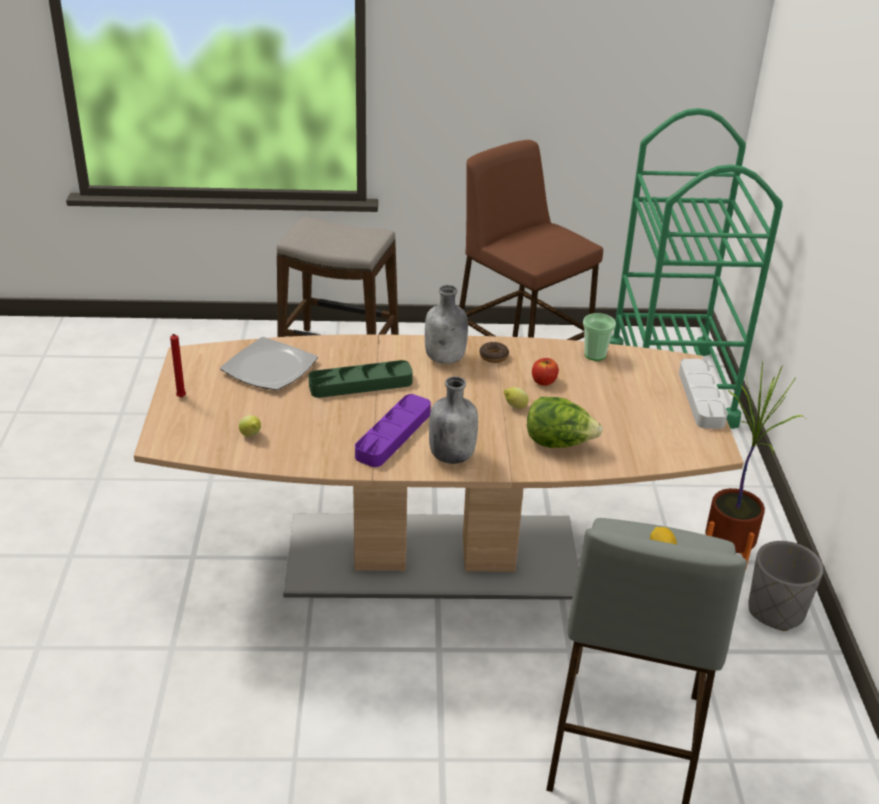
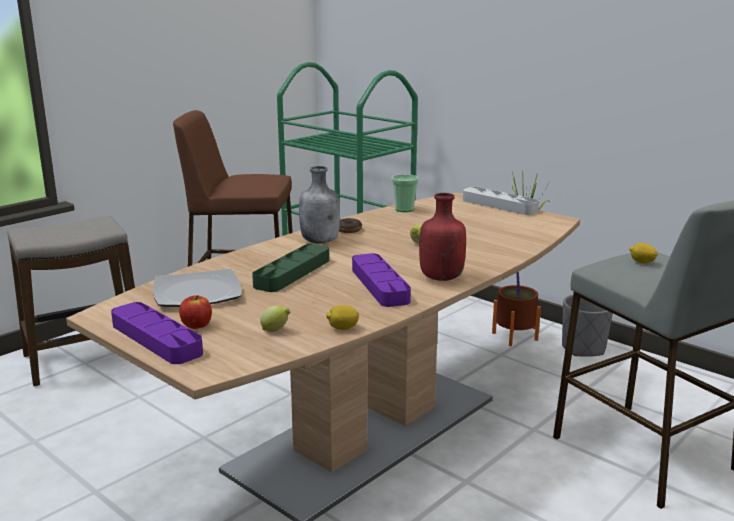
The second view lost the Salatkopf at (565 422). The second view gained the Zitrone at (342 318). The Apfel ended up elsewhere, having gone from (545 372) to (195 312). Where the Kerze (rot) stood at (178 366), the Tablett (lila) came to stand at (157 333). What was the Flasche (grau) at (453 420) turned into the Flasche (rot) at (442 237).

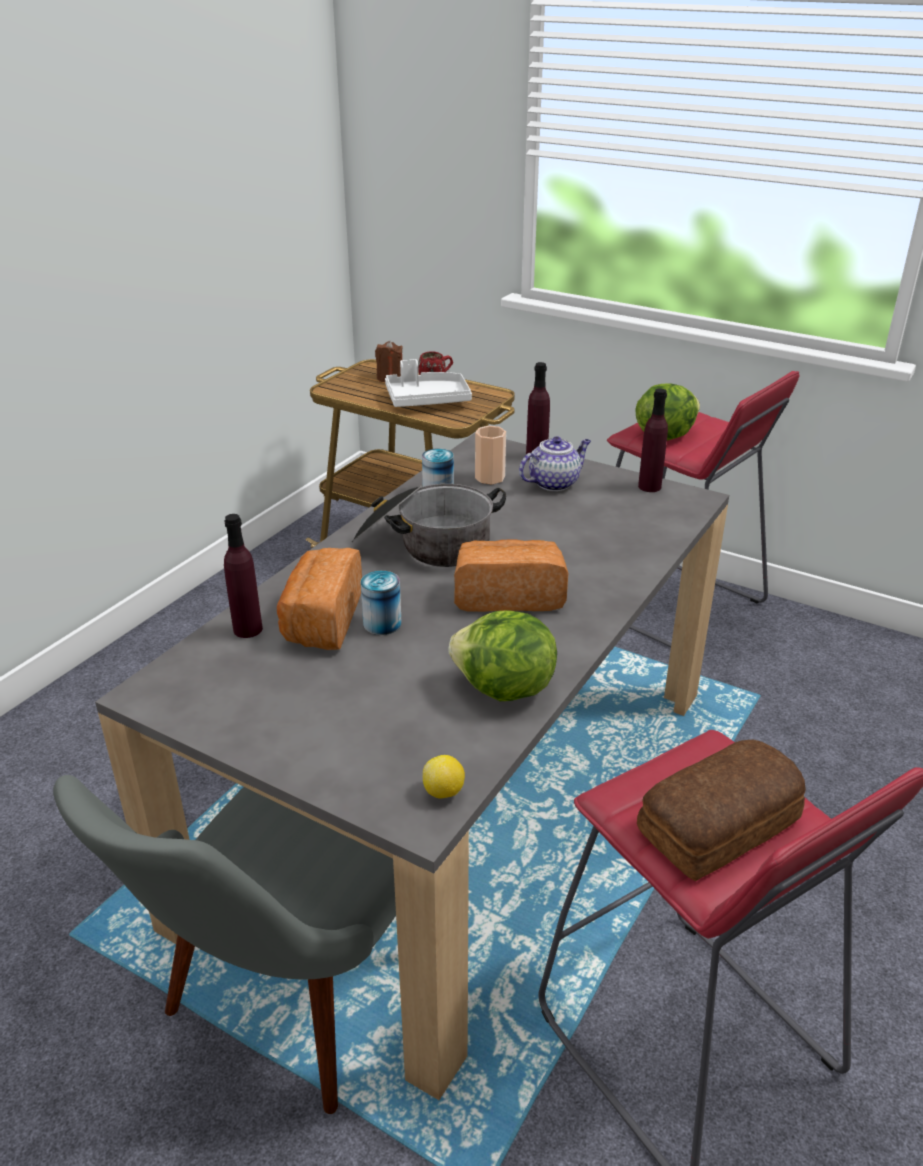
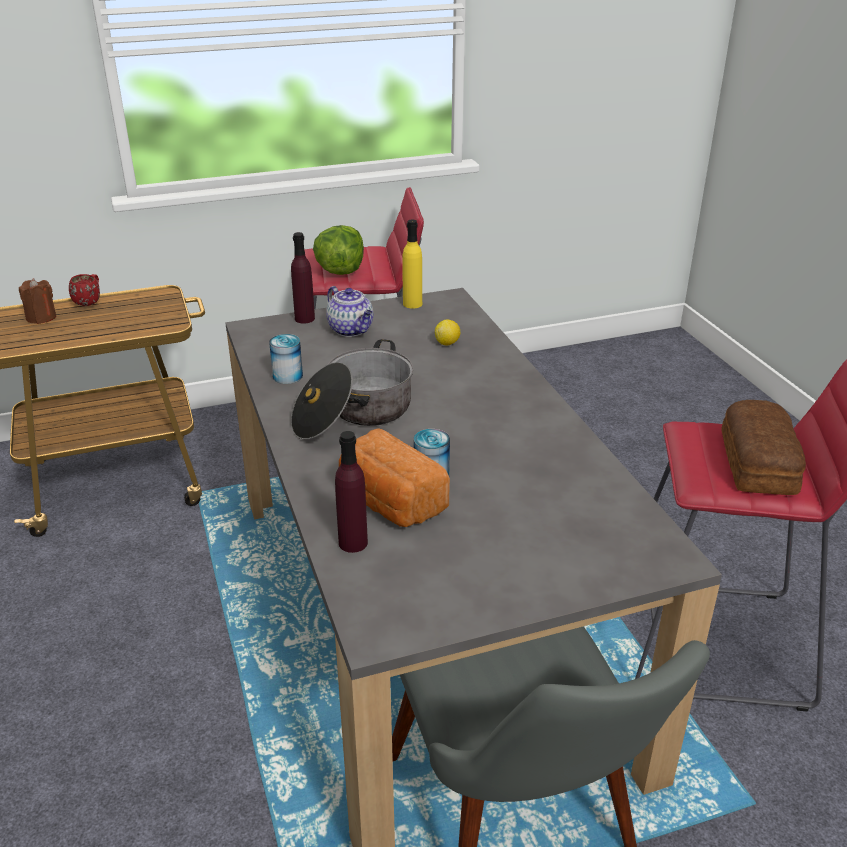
The second view lost the Tablett (weiß) at (428 383). The second view lost the Salatkopf at (502 655). The second view lost the Brot at (511 575). The second view lost the Tasse at (490 455). The Zitrone ended up elsewhere, having gone from (444 776) to (447 332). What was the Flasche (lila) at (653 440) turned into the Flasche (gelb) at (412 264). The Teekanne at (555 463) ended up facing another way, 135 degrees clockwise from before.

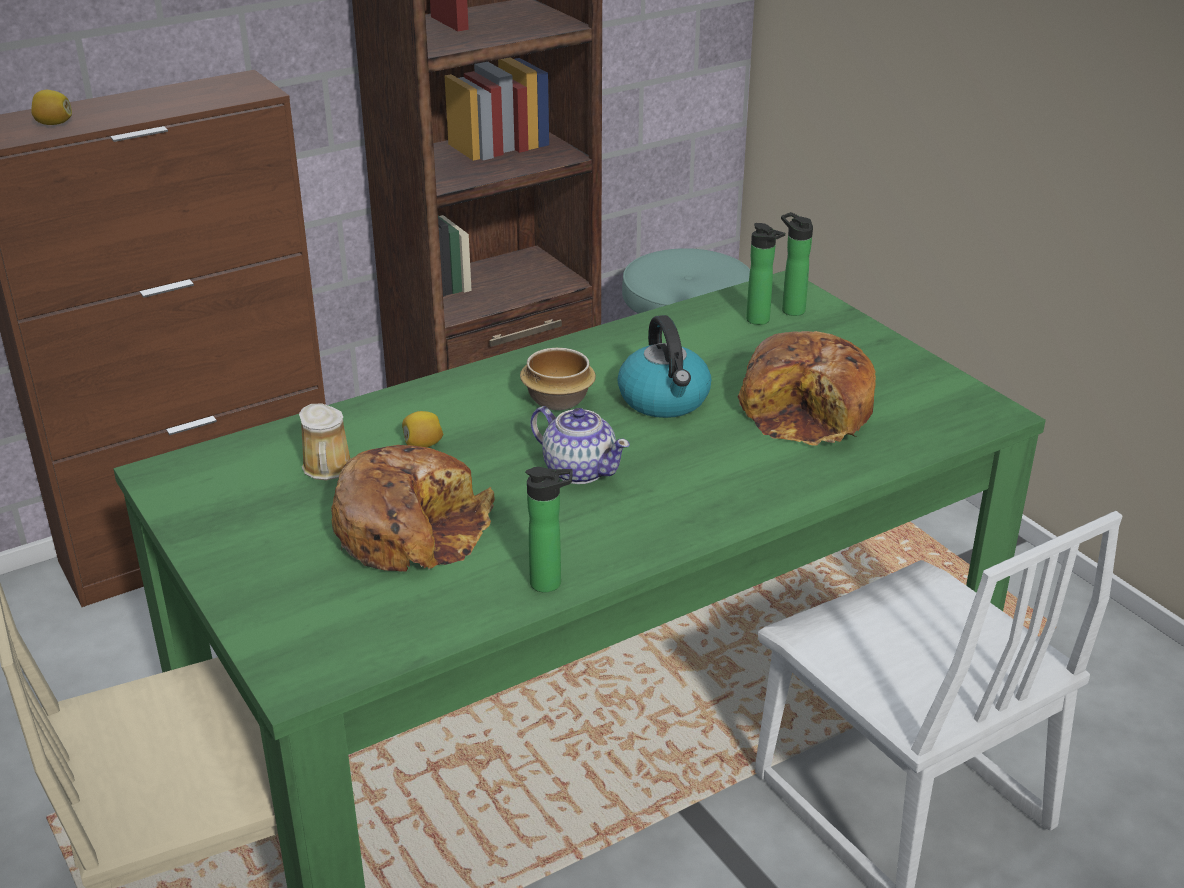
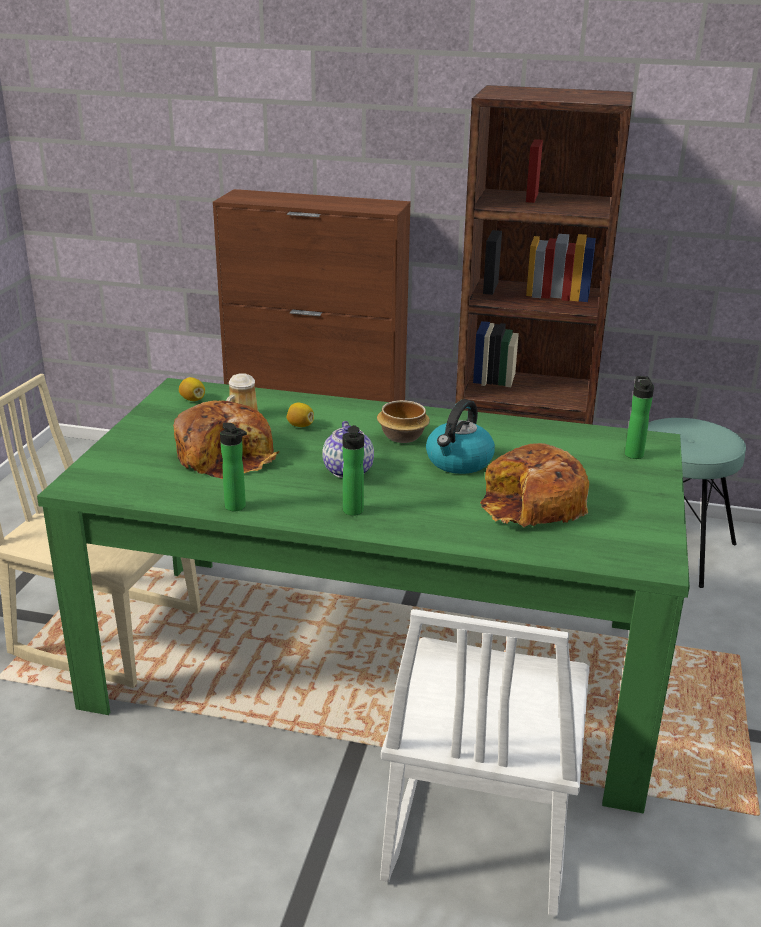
The Zitrone ended up elsewhere, having gone from (51 107) to (192 389). The Flasche ended up elsewhere, having gone from (765 274) to (353 470).

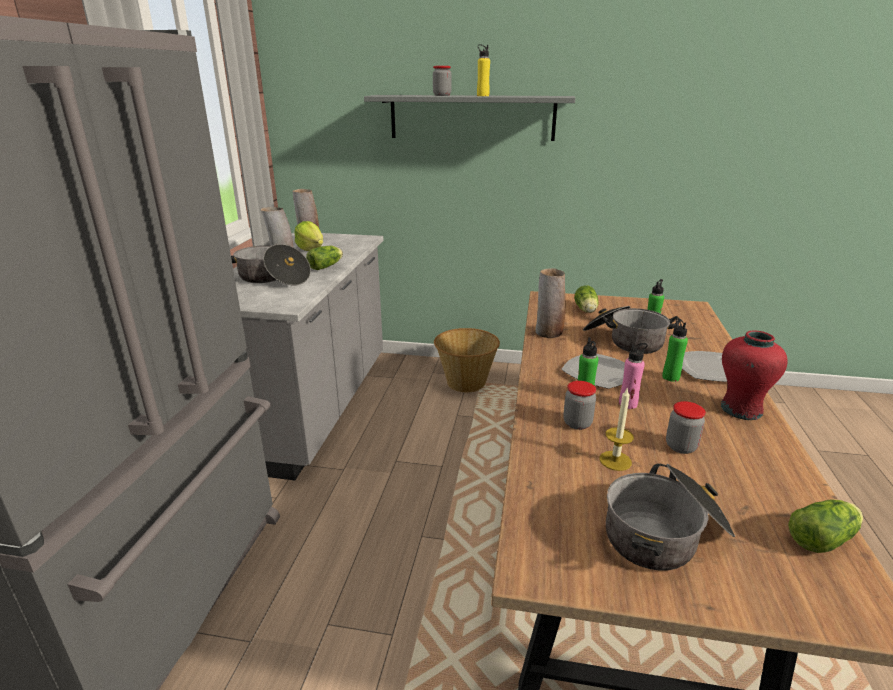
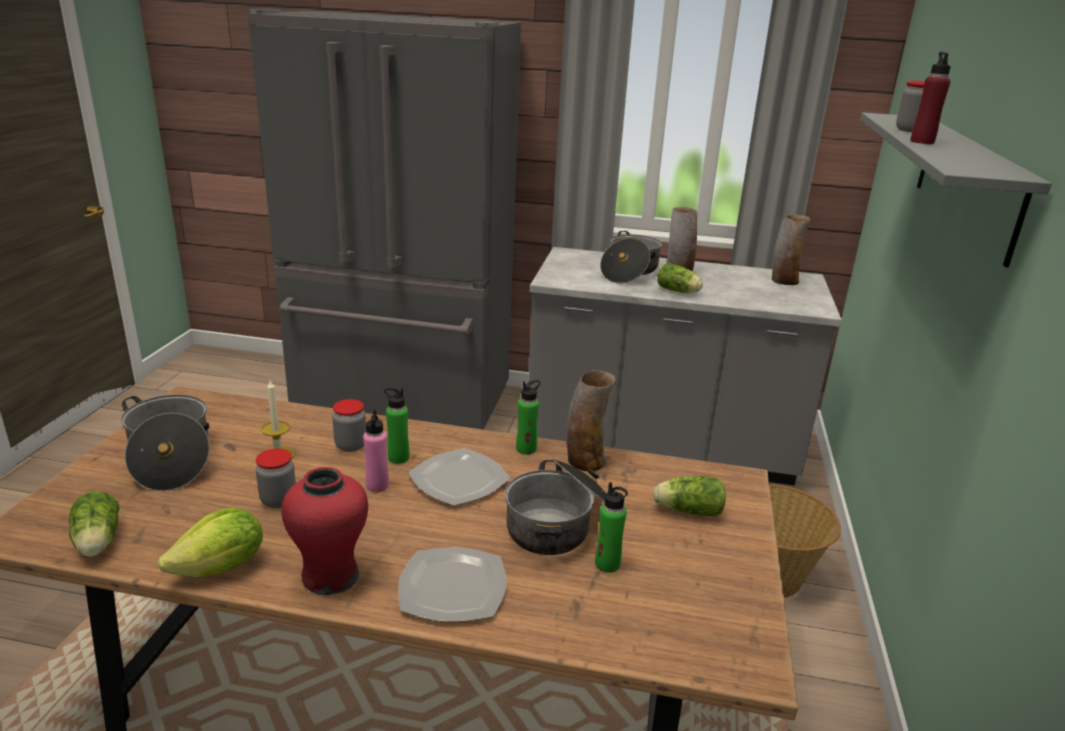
The Salatkopf ended up elsewhere, having gone from (308 236) to (210 542). The Flasche (grün) ended up elsewhere, having gone from (675 350) to (528 417). What was the Flasche (gelb) at (483 70) turned into the Flasche (rot) at (930 98).

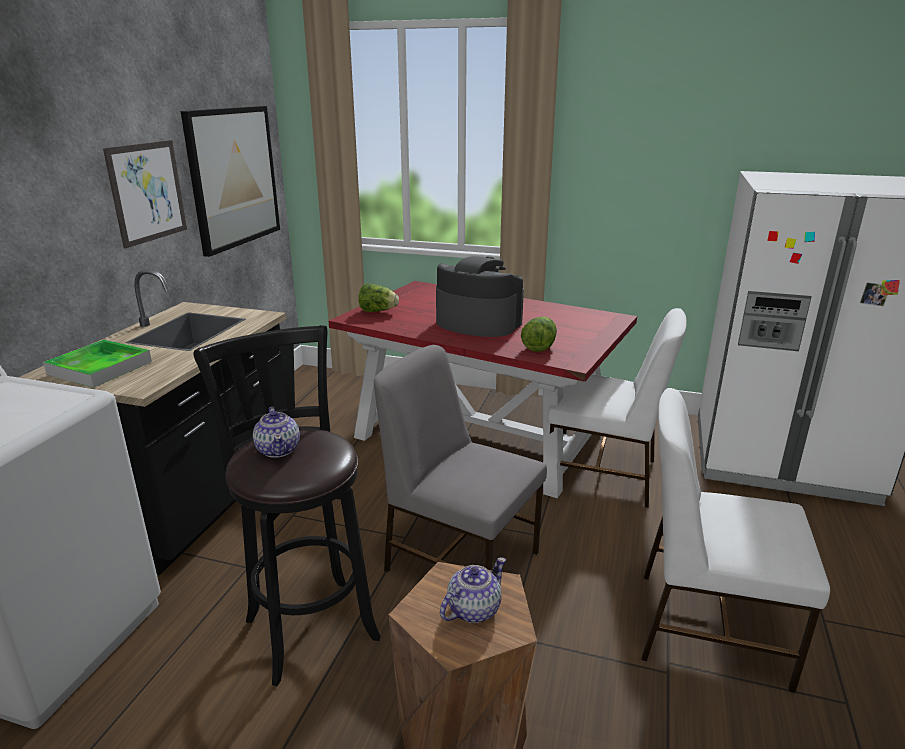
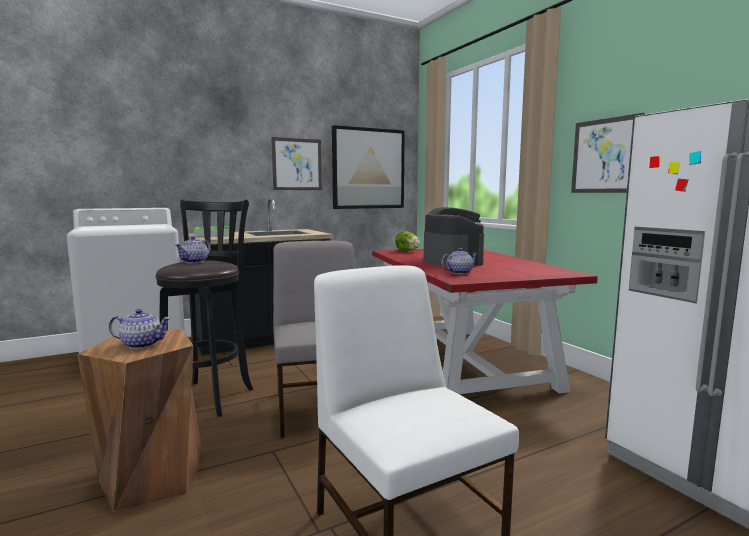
The second view lost the Stuhl (weiß) at (617 408). The second view gained the Bild at (608 153). Where the Salatkopf stood at (539 334), the Teekanne came to stand at (459 261).

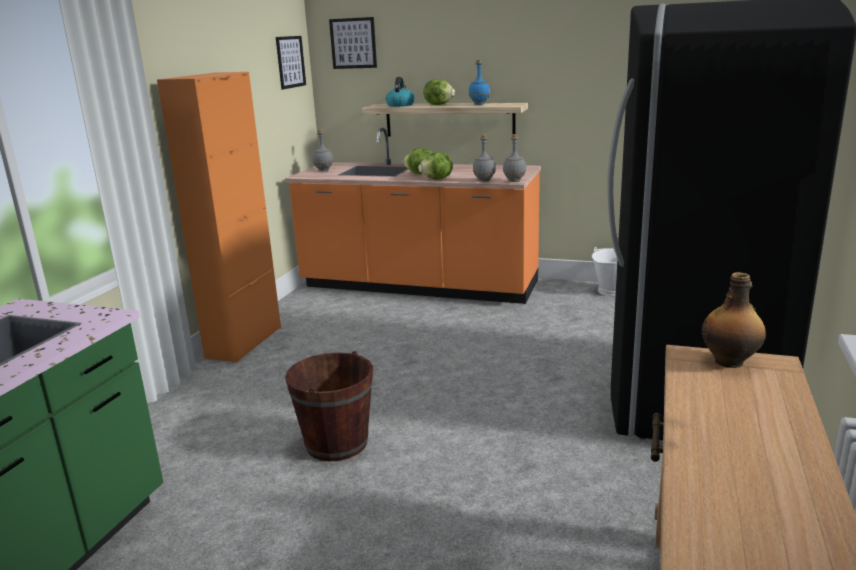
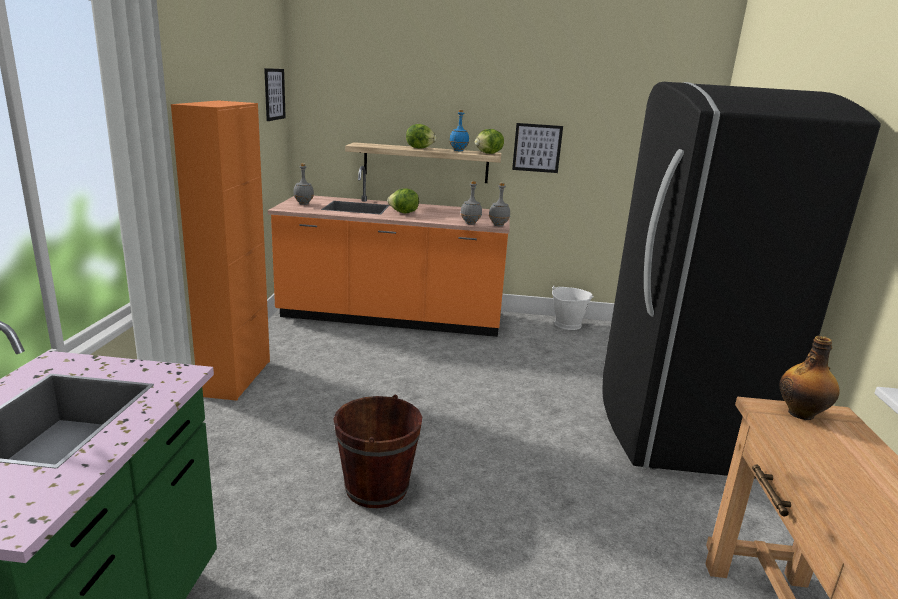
The second view lost the Wasserkessel at (400 92). The Bild ended up elsewhere, having gone from (353 43) to (537 148). The Salatkopf ended up elsewhere, having gone from (435 165) to (489 141).

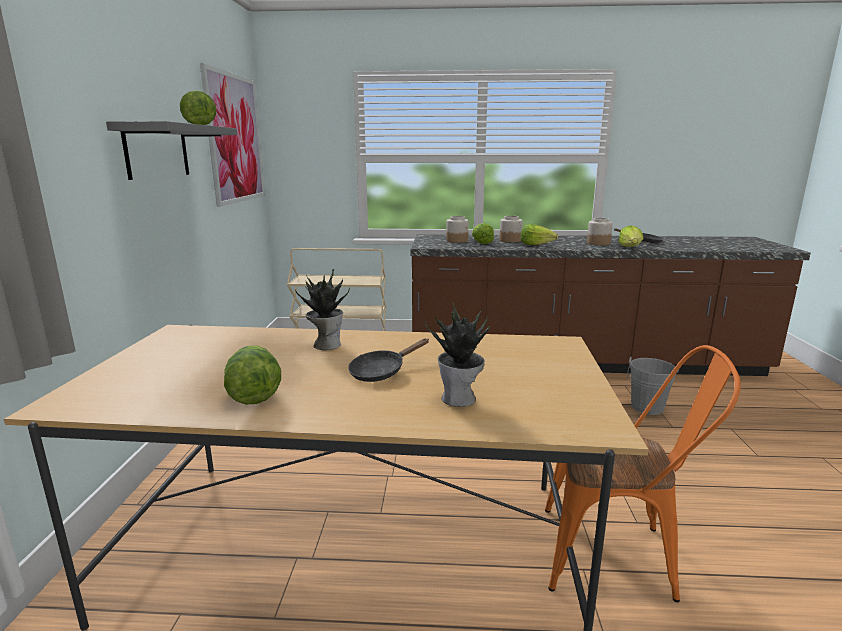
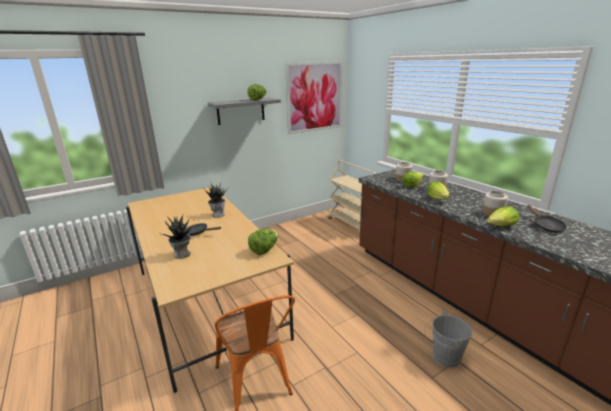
The Salatkopf ended up elsewhere, having gone from (252 375) to (263 242).

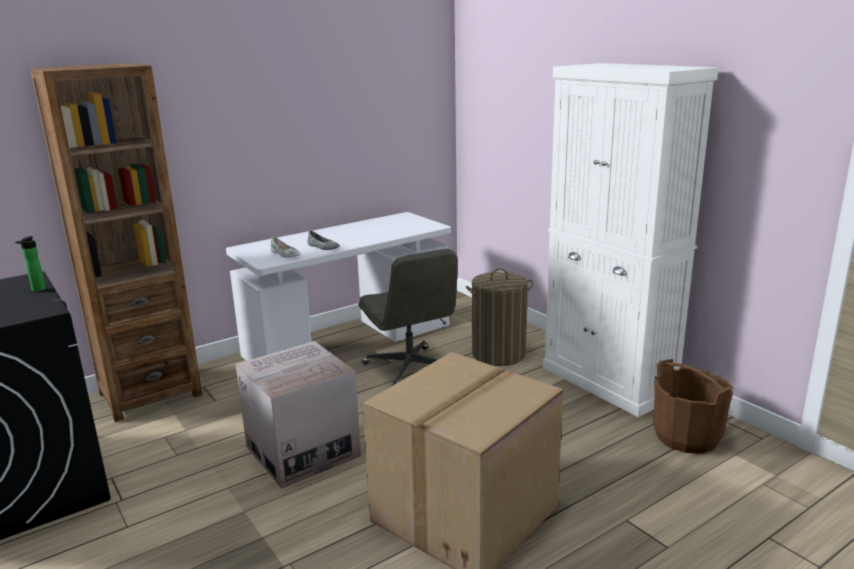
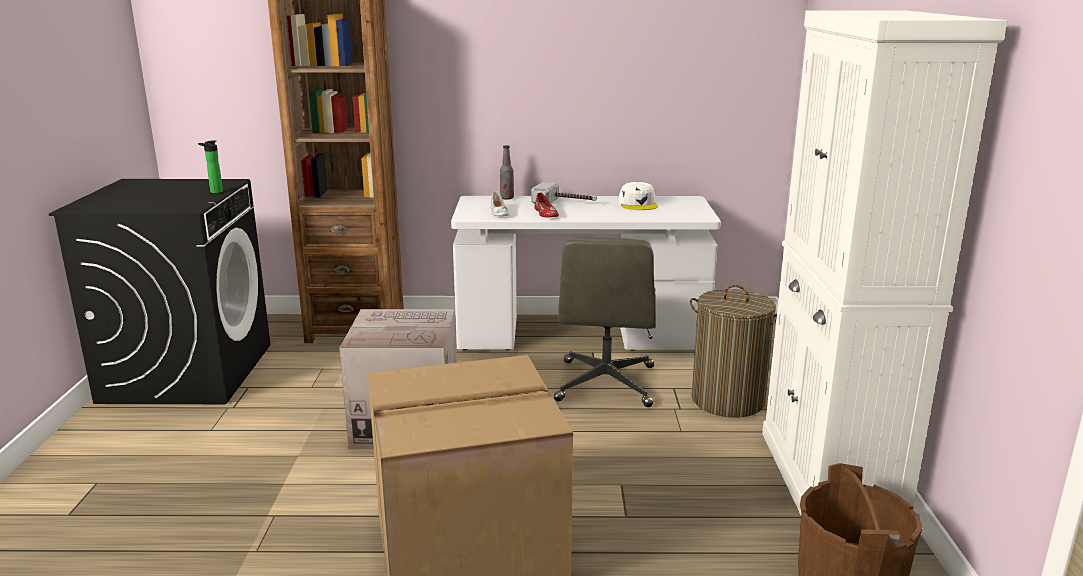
The second view gained the Flasche at (507 173). The second view gained the Hammer at (564 193). The second view gained the Kappe (weiß) at (638 196). What was the Schuh (grau) at (323 240) turned into the Schuh (rot) at (546 205).

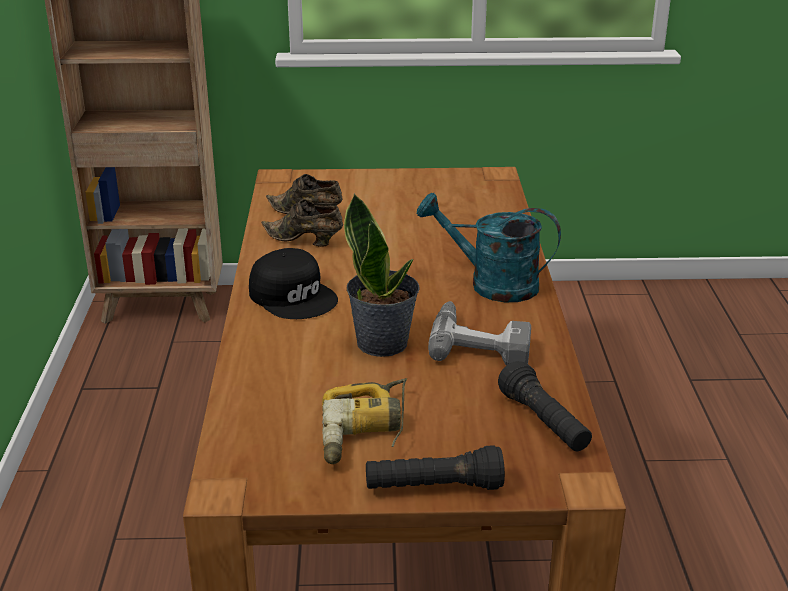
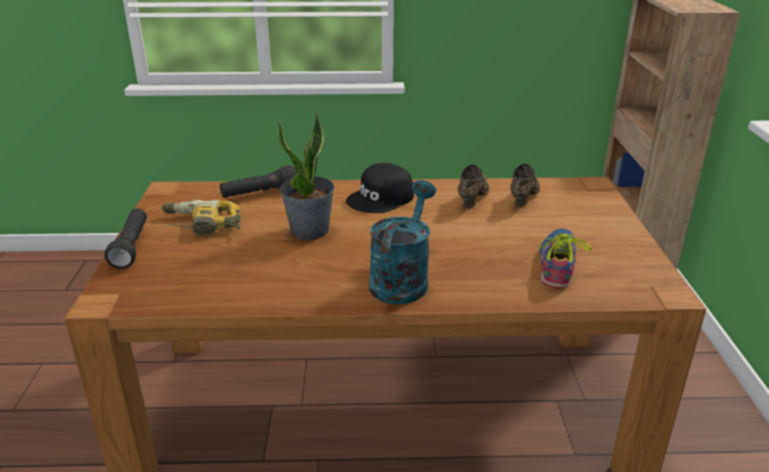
The second view lost the Bohrmaschine at (479 333). The second view gained the Schuh at (565 258). The Taschenlampe (schwarz) ended up elsewhere, having gone from (545 406) to (258 181).

